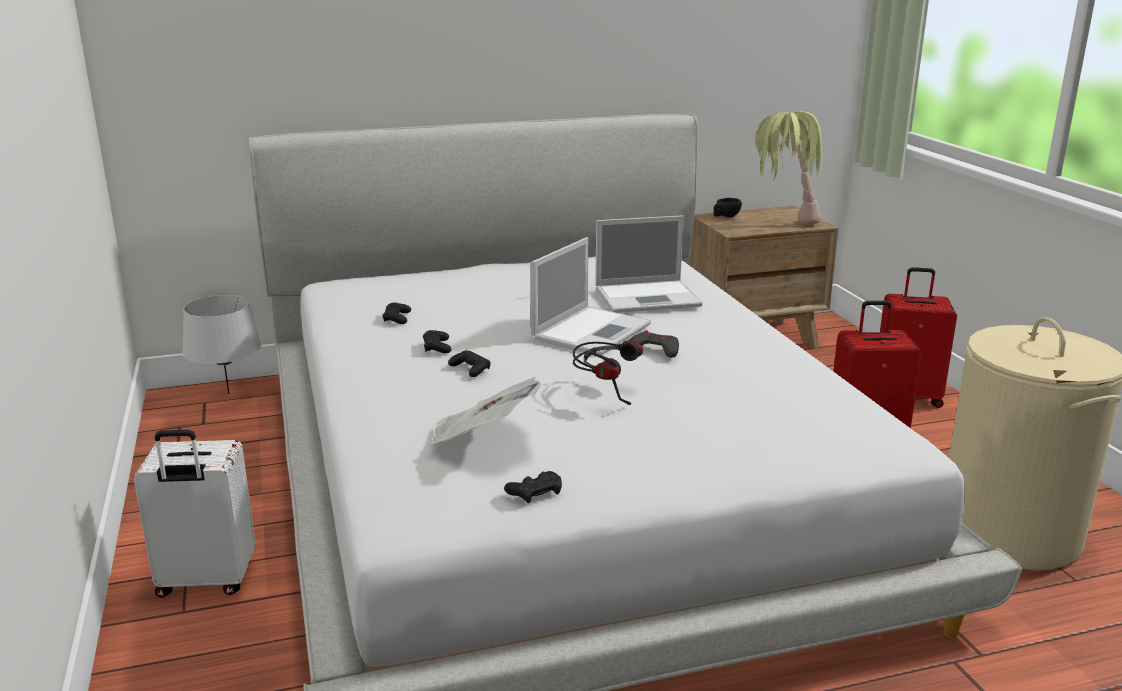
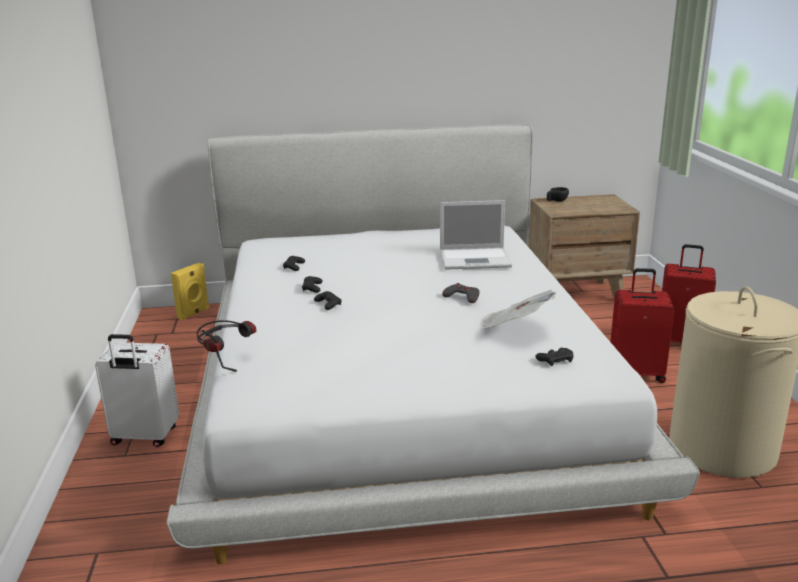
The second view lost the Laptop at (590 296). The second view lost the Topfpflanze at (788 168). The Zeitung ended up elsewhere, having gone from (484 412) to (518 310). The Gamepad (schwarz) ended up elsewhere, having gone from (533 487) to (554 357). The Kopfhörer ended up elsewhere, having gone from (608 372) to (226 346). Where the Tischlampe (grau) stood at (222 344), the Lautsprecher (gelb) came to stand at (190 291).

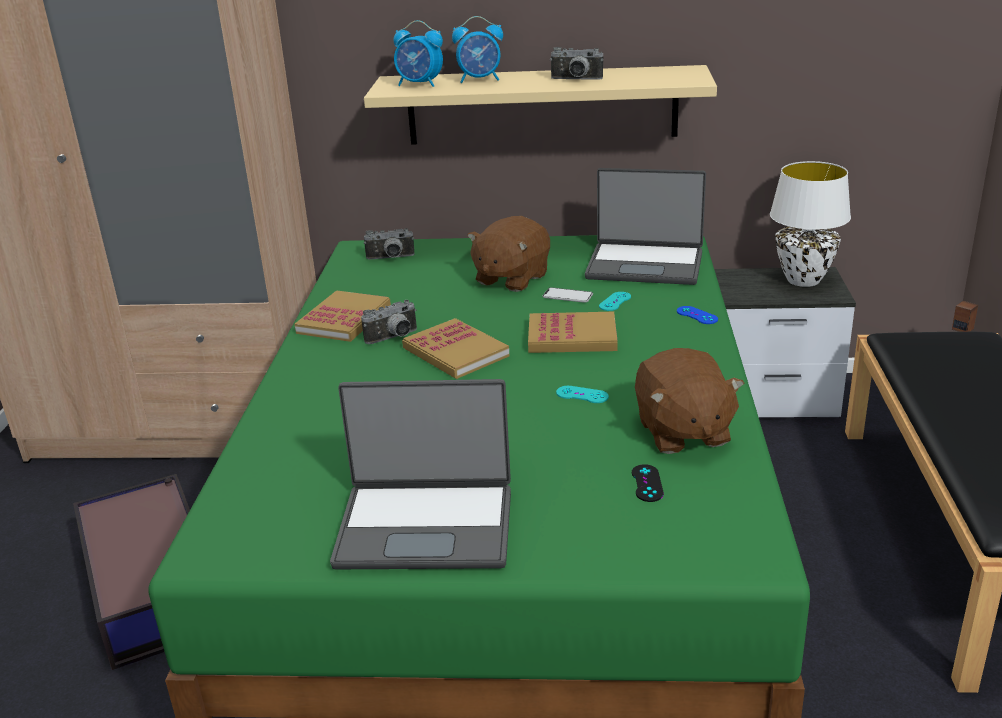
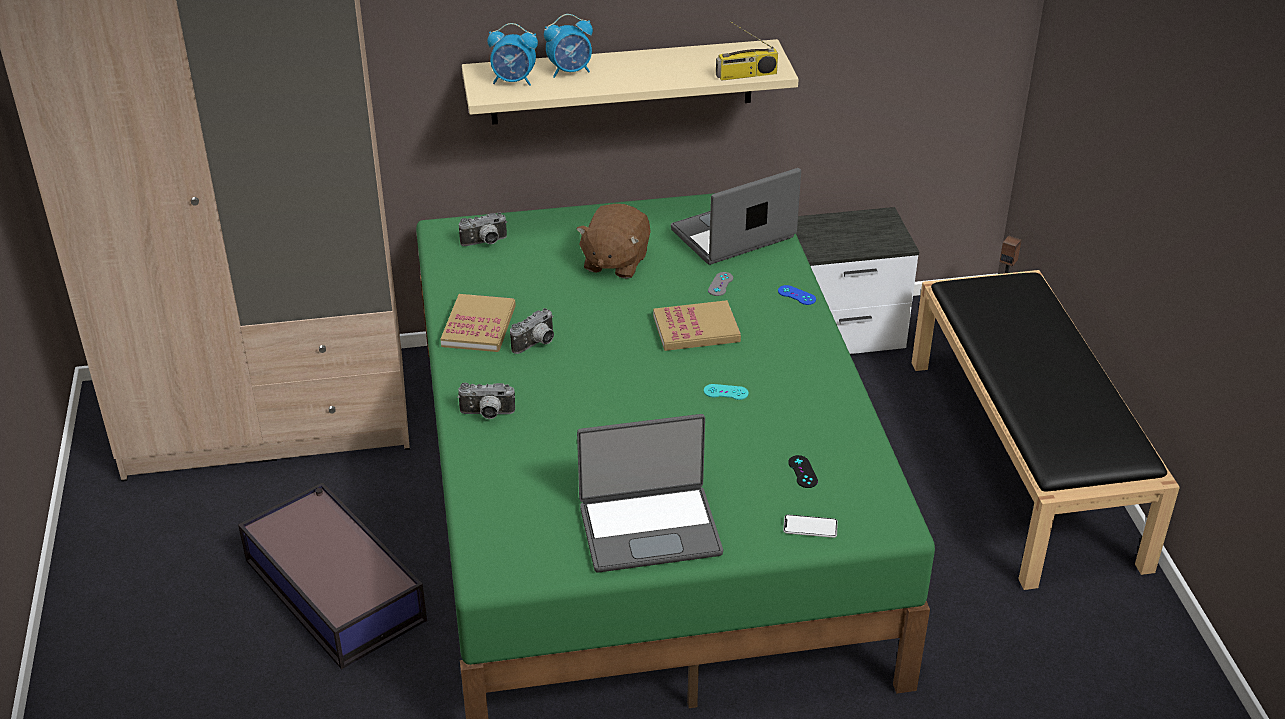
The second view lost the Buch at (455 348). The second view lost the Plüschtier (braun) at (689 401). The second view lost the Tischlampe (weiß) at (810 224). The second view gained the Radio at (747 51). The Handy ended up elsewhere, having gone from (567 295) to (810 526). The Kamera ended up elsewhere, having gone from (576 63) to (486 401). What was the Gamepad (türkis) at (615 301) turned into the Gamepad (grau) at (720 284). The Laptop at (645 226) ended up facing another way, 150 degrees clockwise from before.

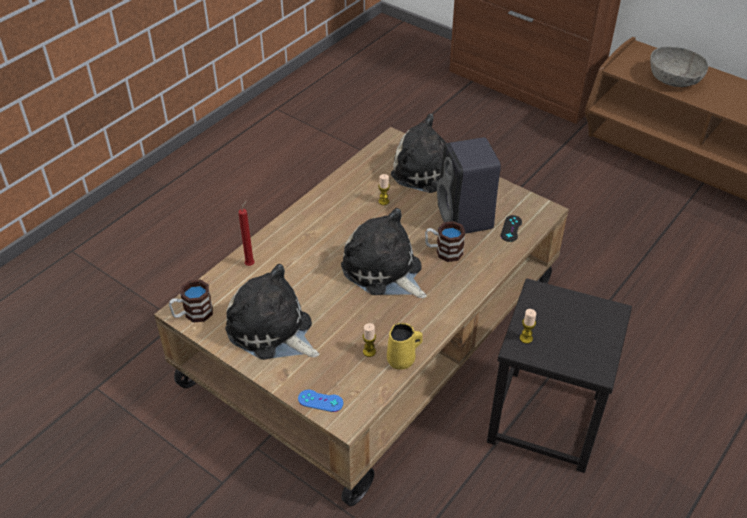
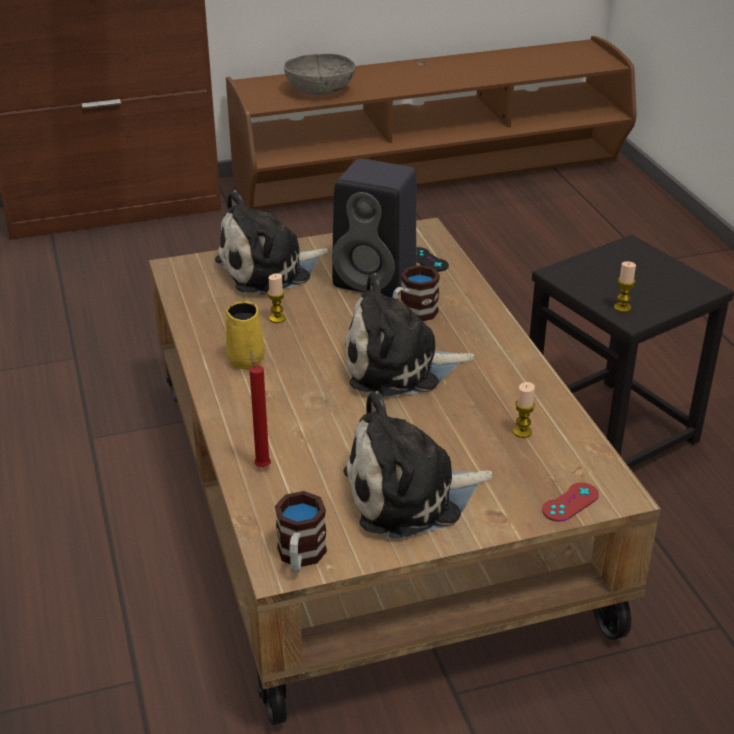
The Henkelbecher (gelb) ended up elsewhere, having gone from (405 346) to (245 335). What was the Gamepad (blau) at (320 401) turned into the Gamepad (rot) at (570 502).

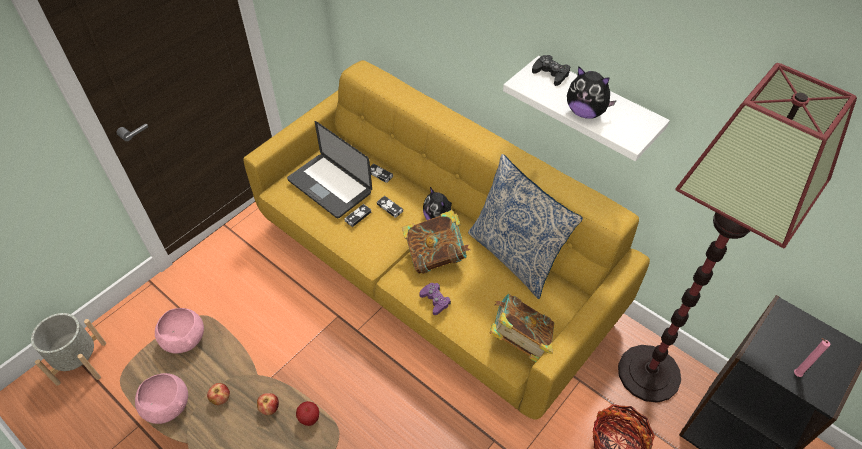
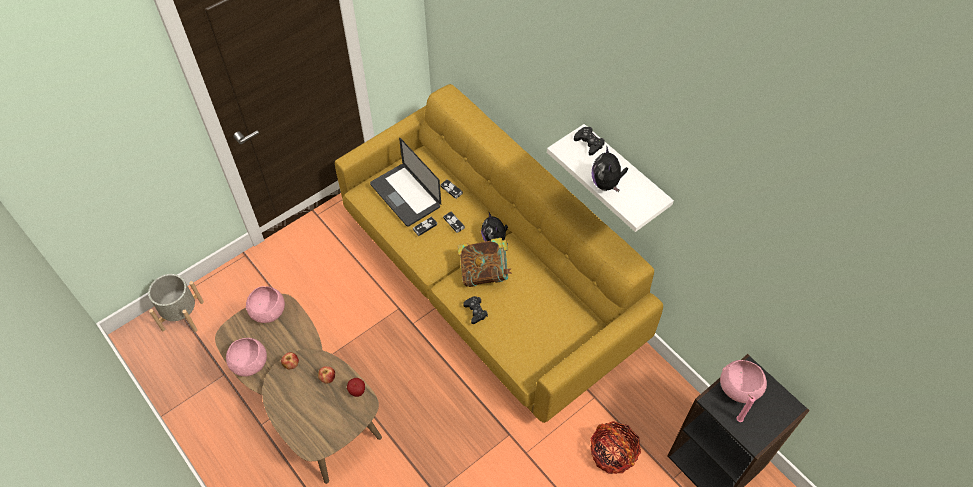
The second view lost the Kissen at (525 226). The second view lost the Buch at (522 328). The second view lost the Stehlampe at (737 233). The second view gained the Schüssel (rosa) at (743 381). What was the Gamepad (lila) at (435 299) turned into the Gamepad (schwarz) at (475 310). The Plüschtier at (592 92) ended up facing another way, 45 degrees clockwise from before.

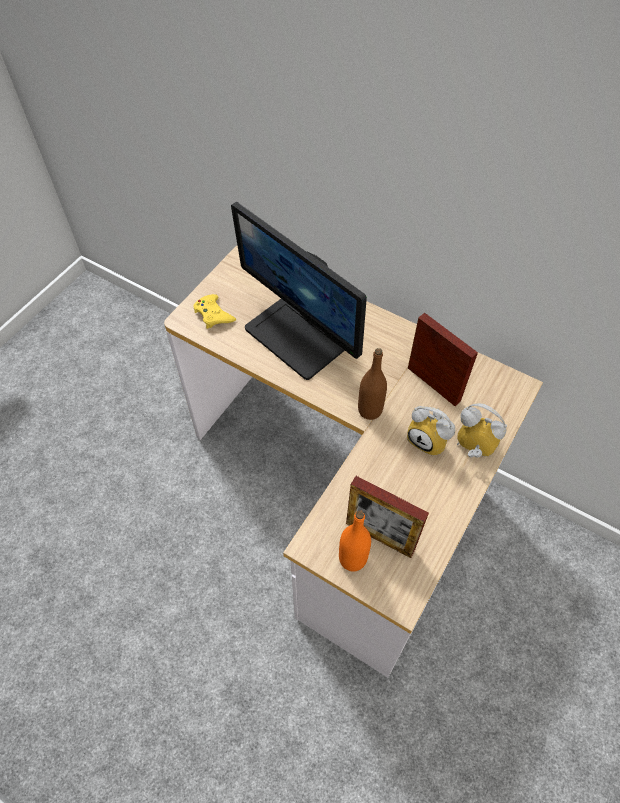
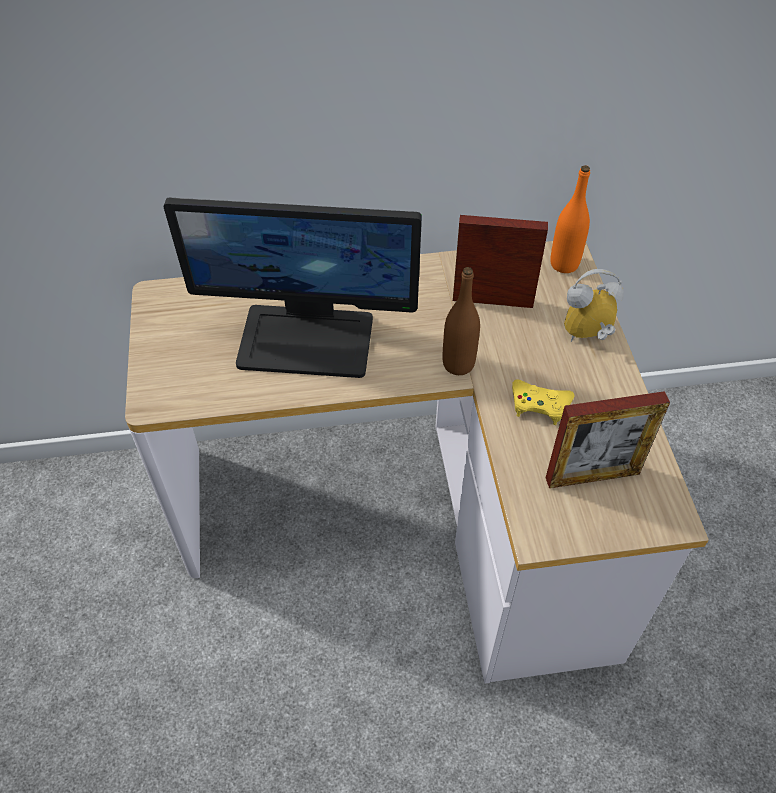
The second view lost the Wecker at (431 431). The Gamepad (gelb) ended up elsewhere, having gone from (214 311) to (543 402). The Flasche (orange) ended up elsewhere, having gone from (355 540) to (570 219).

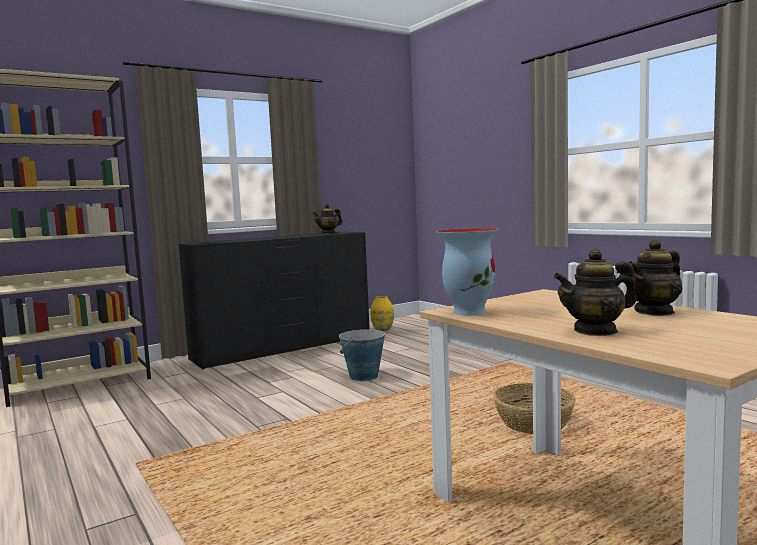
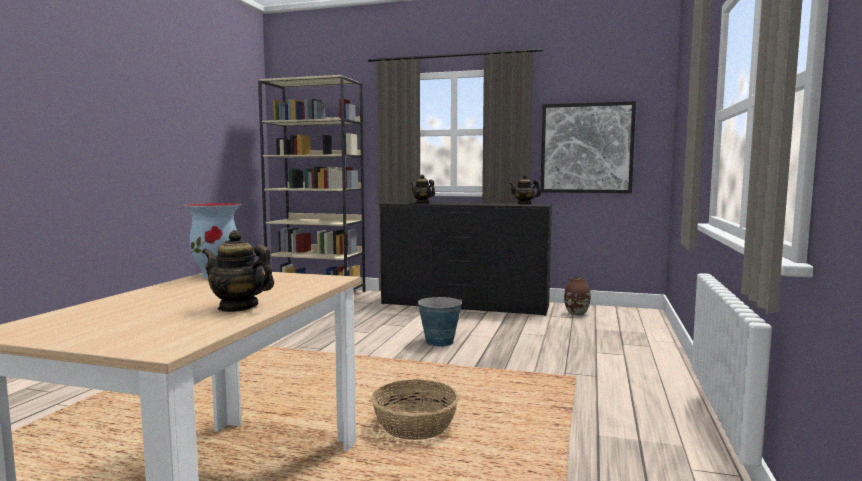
The second view gained the Bild at (588 147). The Teekanne ended up elsewhere, having gone from (595 292) to (423 189). What was the Vase (gelb) at (382 313) turned into the Vase (braun) at (577 296).

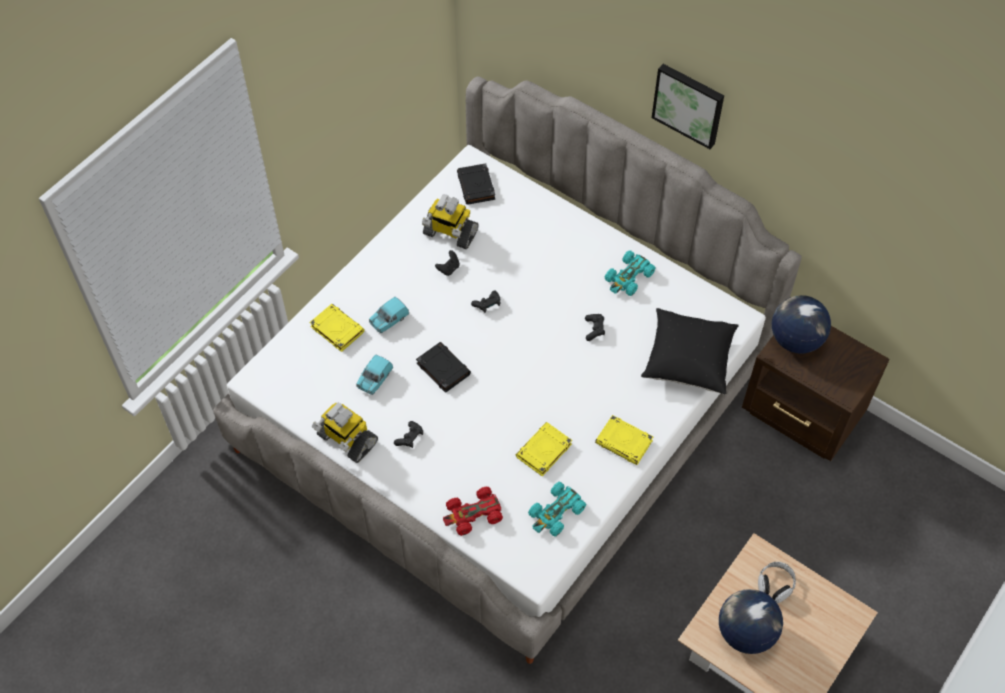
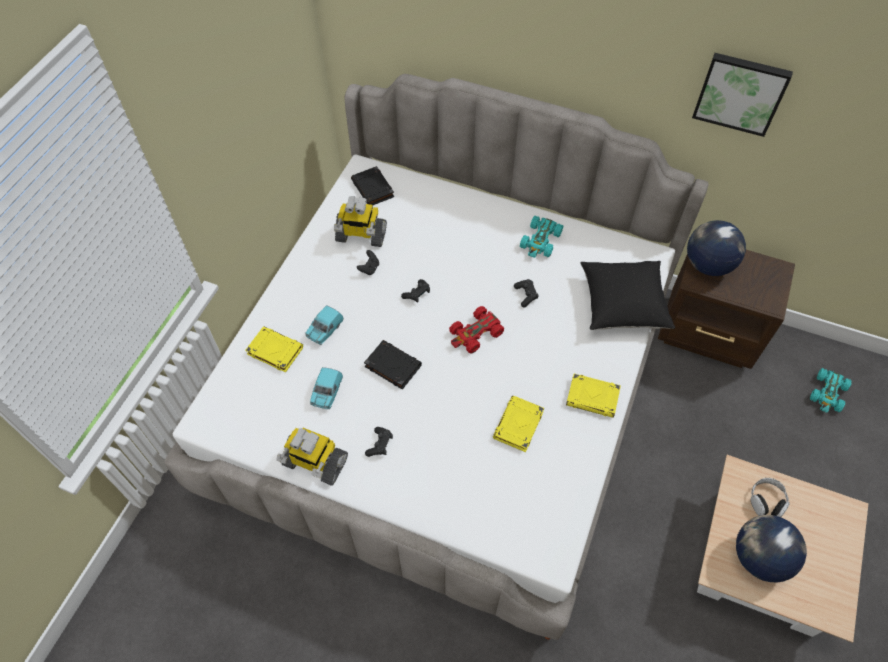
The Spielzeugauto (rot) ended up elsewhere, having gone from (473 511) to (476 330). The Spielzeugauto (türkis) ended up elsewhere, having gone from (557 509) to (831 390). The Bild ended up elsewhere, having gone from (688 106) to (742 95).

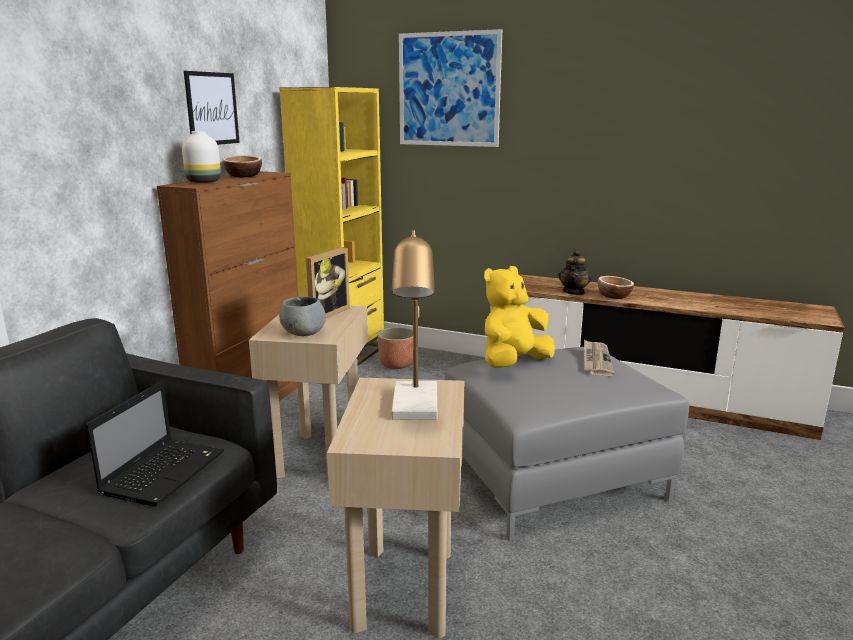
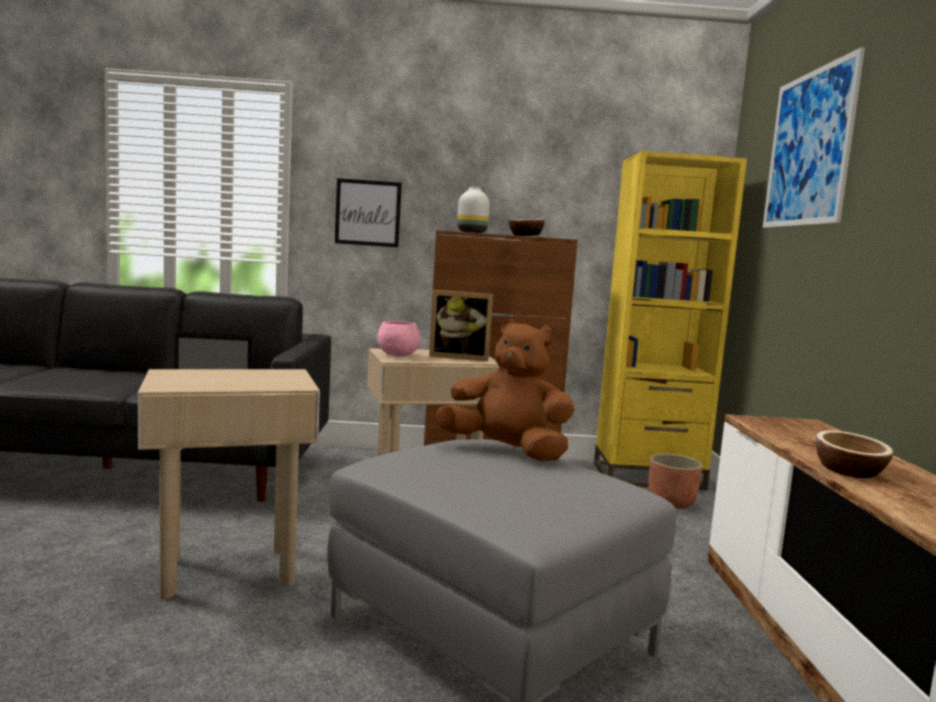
The second view lost the Tischlampe at (414 325). The second view lost the Teekanne at (575 272). The second view lost the Zeitung at (599 358). The Bild ended up elsewhere, having gone from (212 108) to (368 212). What was the Schüssel (grau) at (302 316) turned into the Schüssel (rosa) at (399 338). What was the Plüschtier (gelb) at (519 317) turned into the Plüschtier (braun) at (505 390).

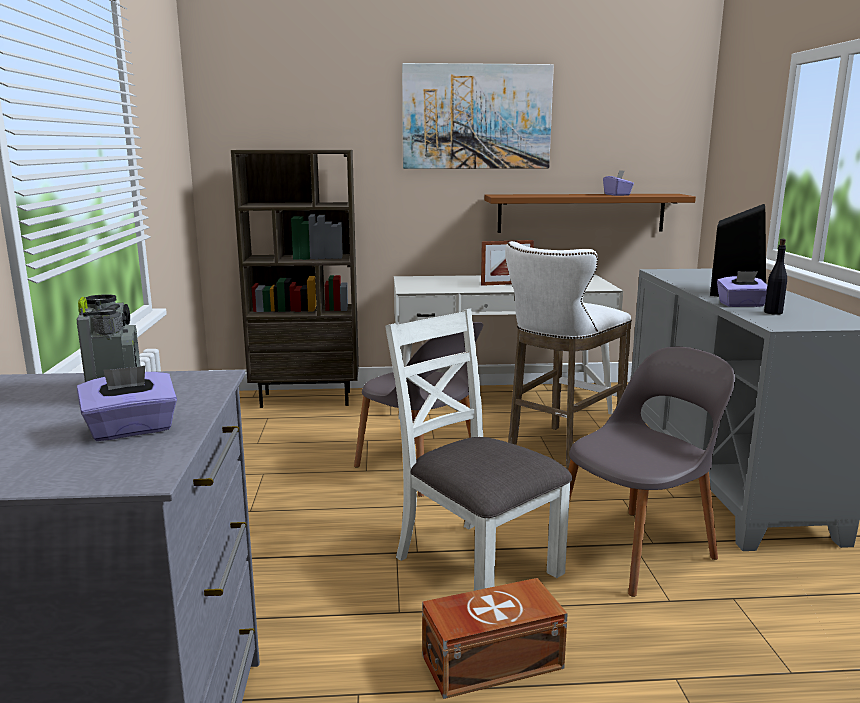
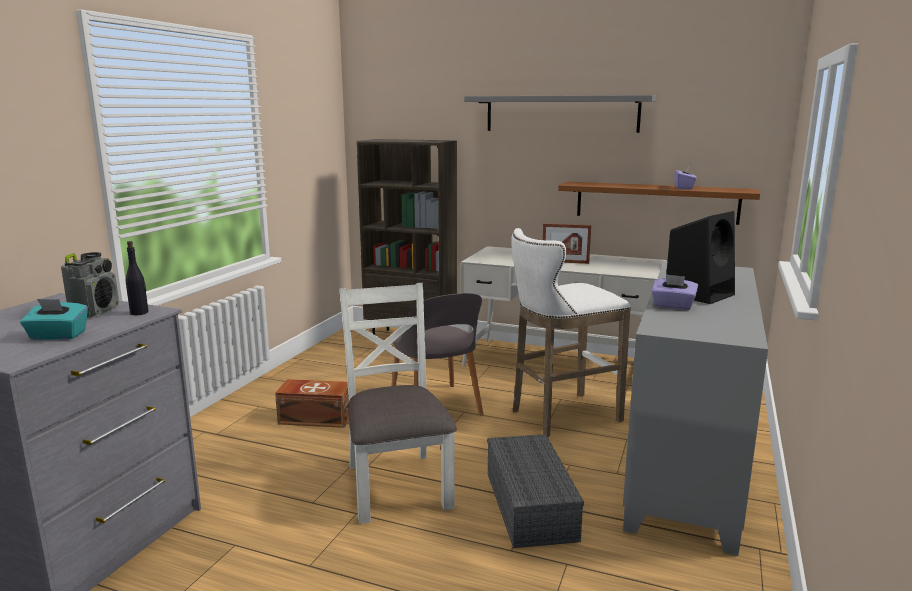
The Aufbewahrungsbox (braun) ended up elsewhere, having gone from (495 638) to (312 403). The Flasche (schwarz) ended up elsewhere, having gone from (775 277) to (137 278). Where the Bild hung at (478 116), the Wandregal (grau) came to hang at (560 114). Where the Stuhl (grau) stood at (651 472), the Aufbewahrungsbox (grau) came to stand at (535 491). What was the Taschentuchbox (lila) at (127 403) turned into the Taschentuchbox (türkis) at (54 319).

